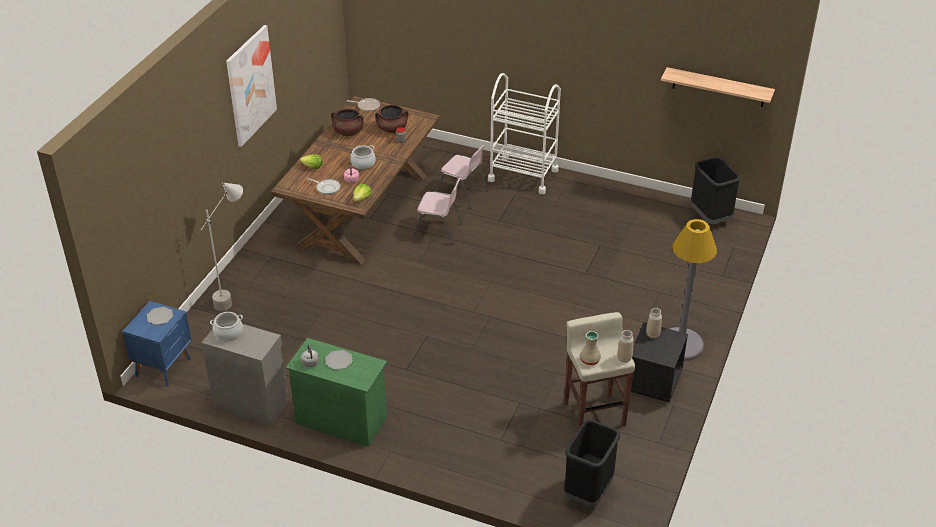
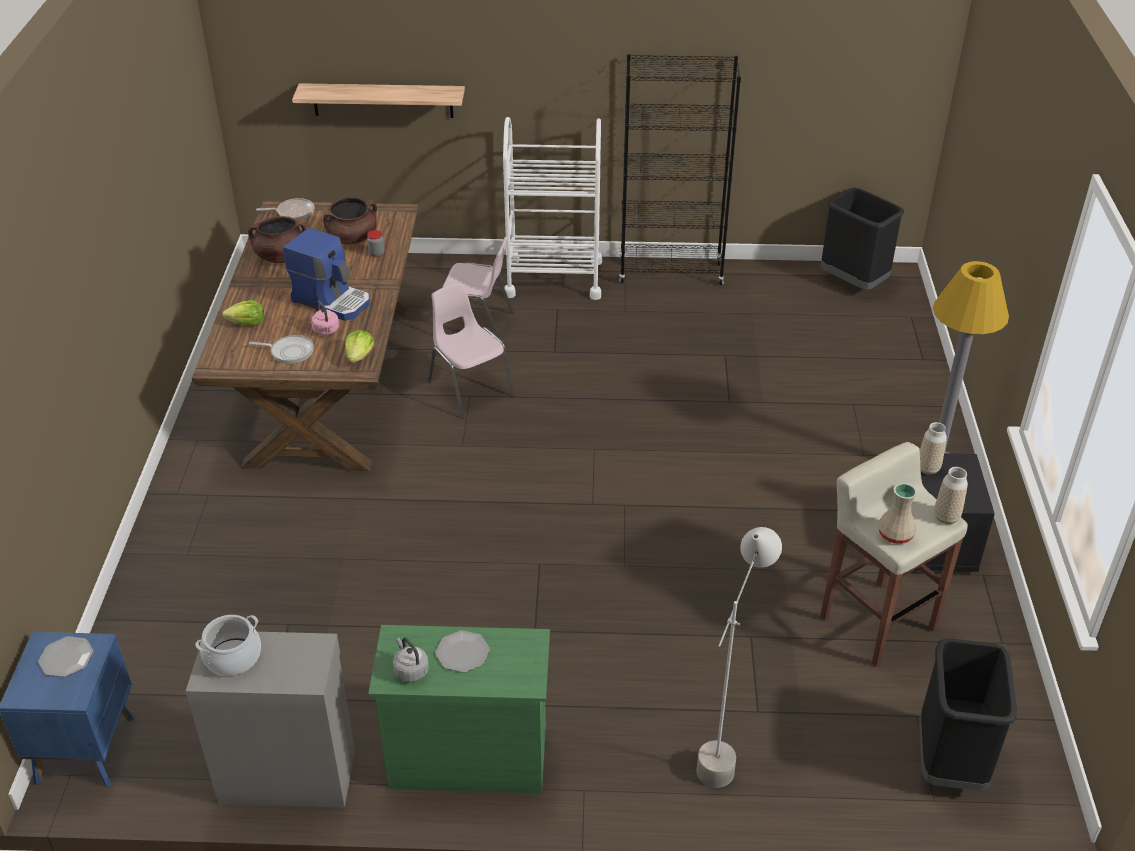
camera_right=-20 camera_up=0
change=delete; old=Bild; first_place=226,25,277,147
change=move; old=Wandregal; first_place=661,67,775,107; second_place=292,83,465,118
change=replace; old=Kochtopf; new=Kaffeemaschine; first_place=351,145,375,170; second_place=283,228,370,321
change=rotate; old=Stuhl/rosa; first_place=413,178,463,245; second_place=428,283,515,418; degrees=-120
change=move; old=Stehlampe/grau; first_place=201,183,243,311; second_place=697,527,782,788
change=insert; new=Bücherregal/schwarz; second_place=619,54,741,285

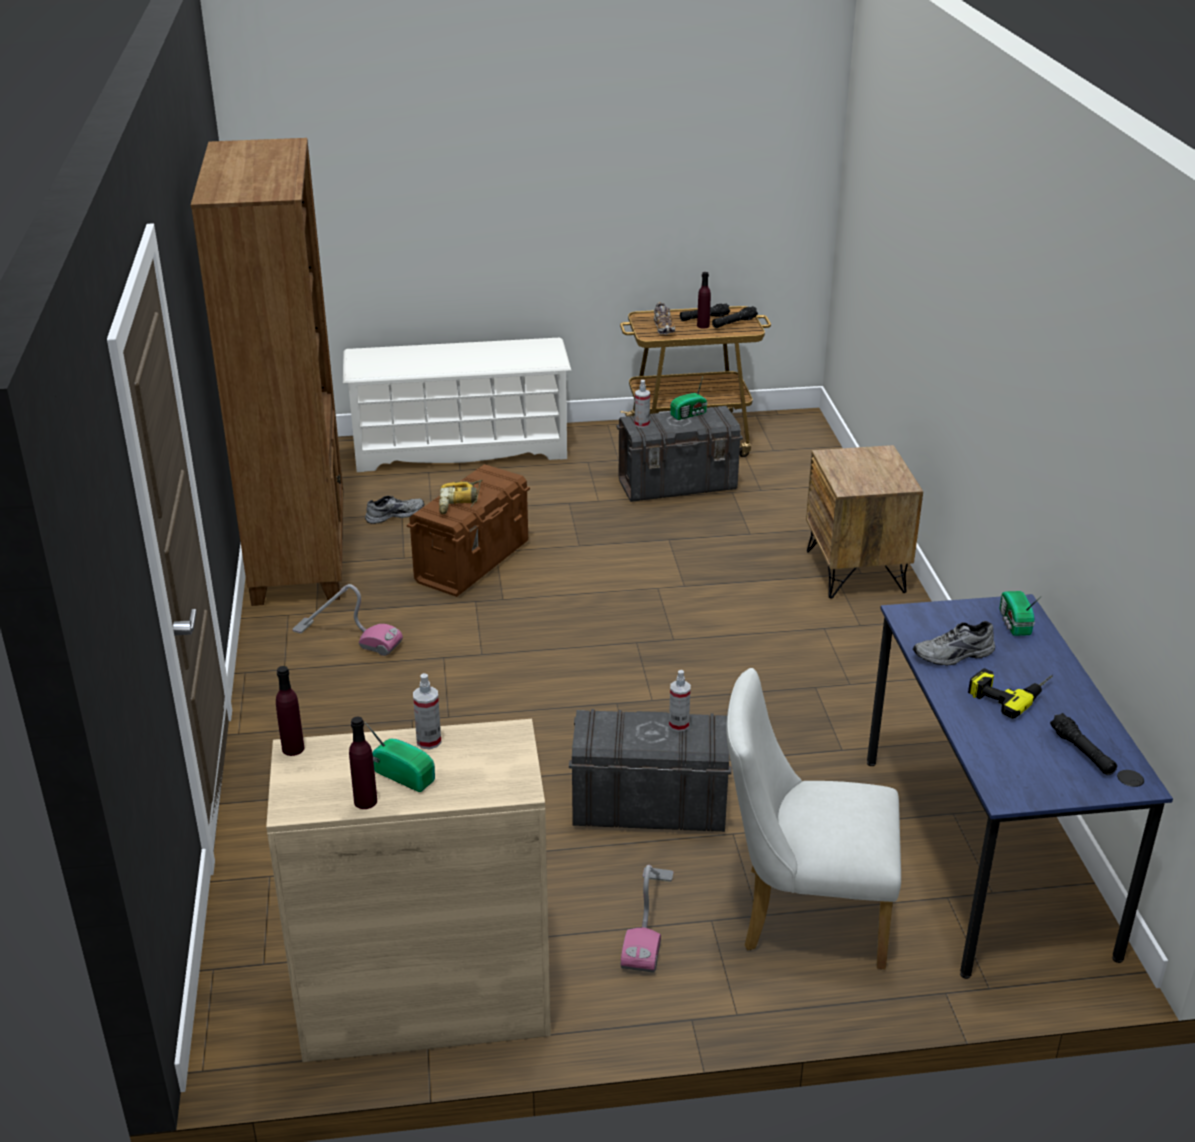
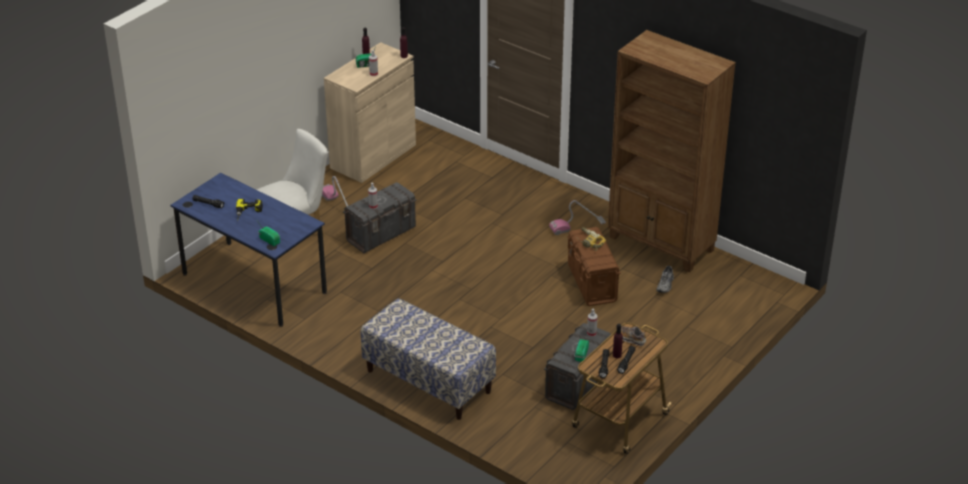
camera_right=135 camera_up=5
change=delete; old=Schuhregal/weiß; first_place=343,338,571,472
change=replace; old=Nachttisch/braun; new=Bank; first_place=806,445,923,599; second_place=361,298,496,420
change=delete; old=Schuh/grau; first_place=913,621,995,666

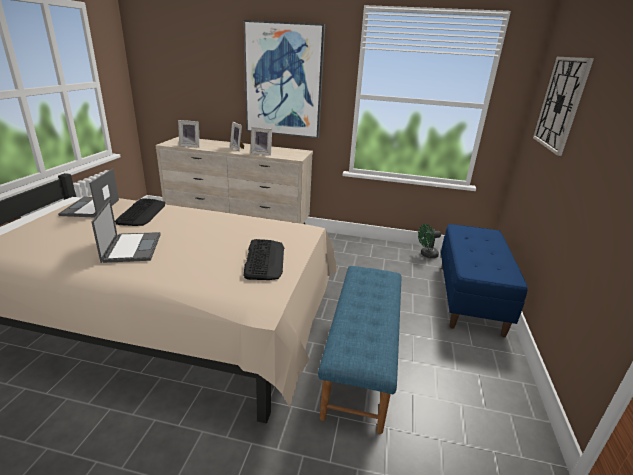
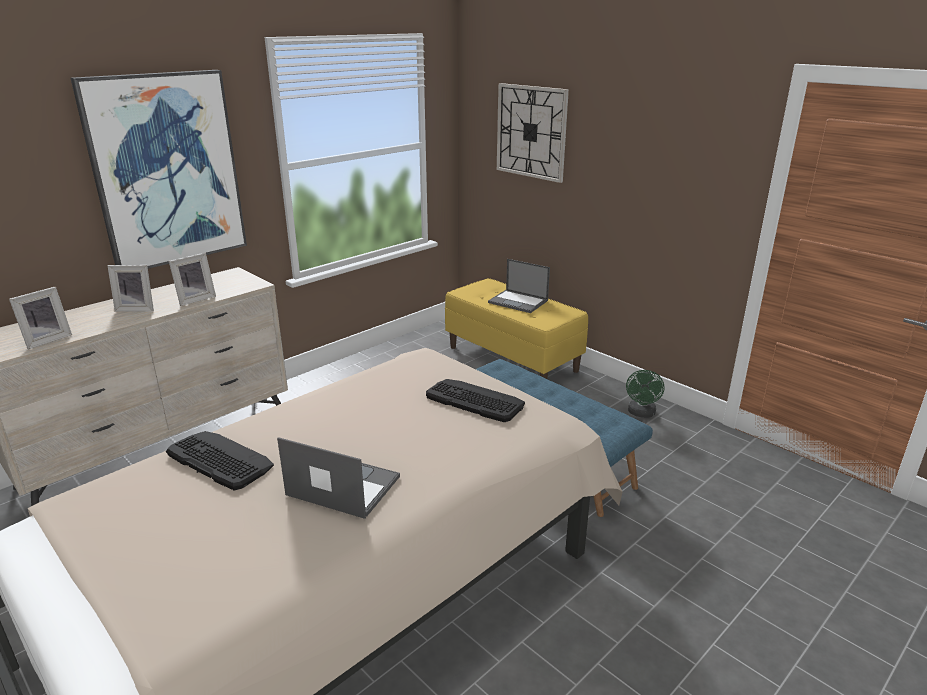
camera_right=-55 camera_up=0
change=move; old=Laptop; first_place=58,168,119,218; second_place=488,259,550,313
change=move; old=Ventilator/grün; first_place=418,224,441,258; second_place=626,370,665,418
change=recolor; old=Bank/blau; new=Bank/gelb; first_place=441,224,528,337; second_place=445,278,588,379

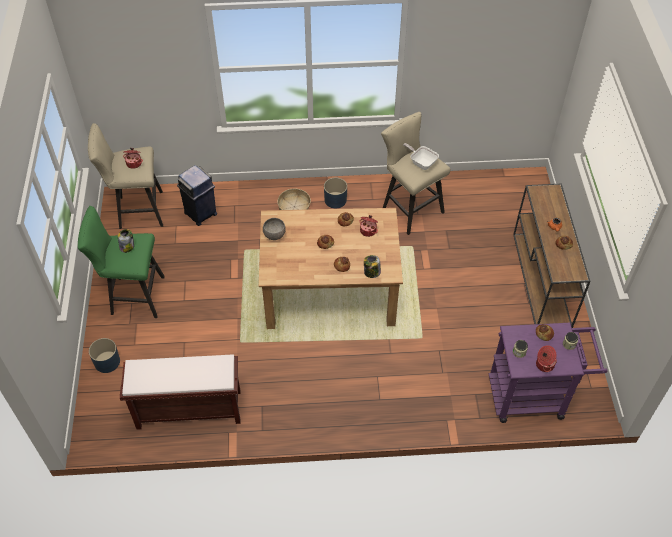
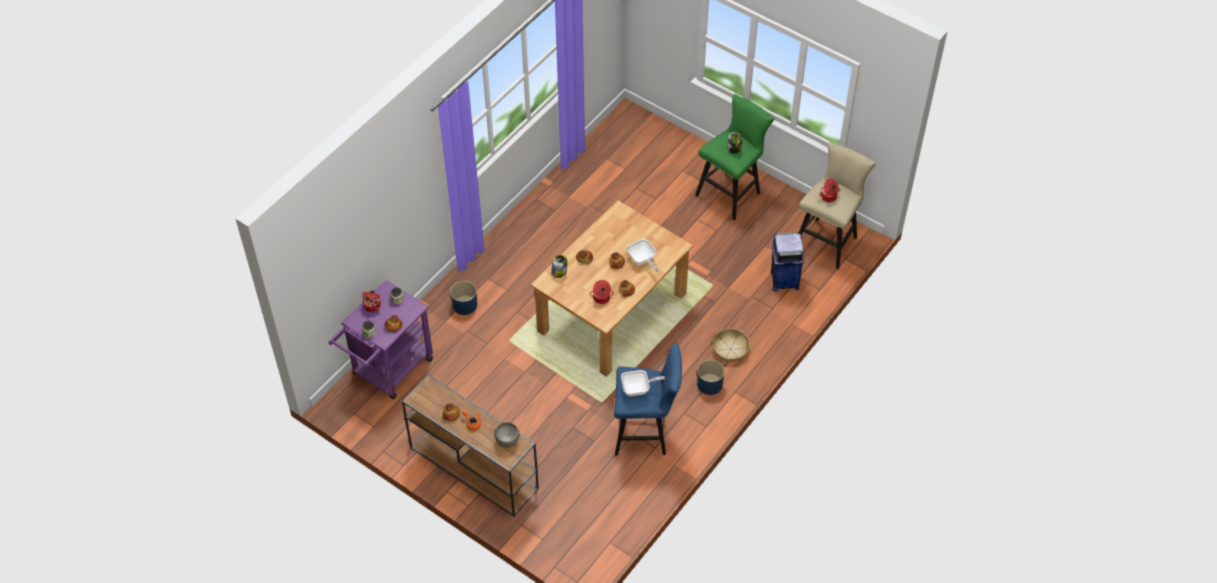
camera_right=130 camera_up=0
change=recolor; old=Hocker/beige; new=Hocker/blau; first_place=381,112,450,235; second_place=614,343,682,456
change=move; old=Schüssel/grau; first_place=263,218,286,240; second_place=494,422,519,447
change=move; old=Pflanzkübel/blau; first_place=89,338,120,373; second_place=450,281,478,315
change=delete; old=Bank/braun; first_place=120,355,241,430
change=insert; new=Pfanne; second_place=626,239,659,272

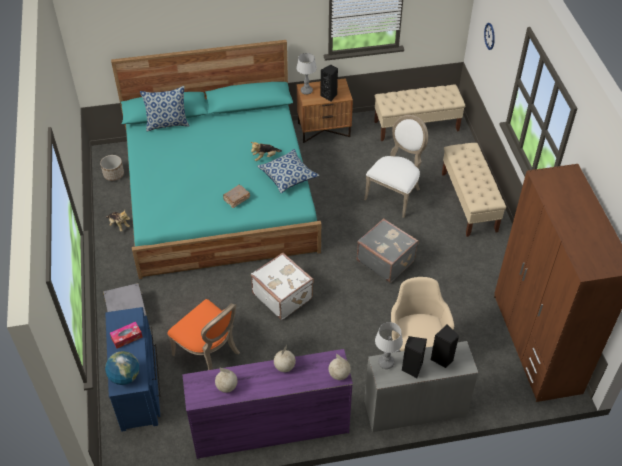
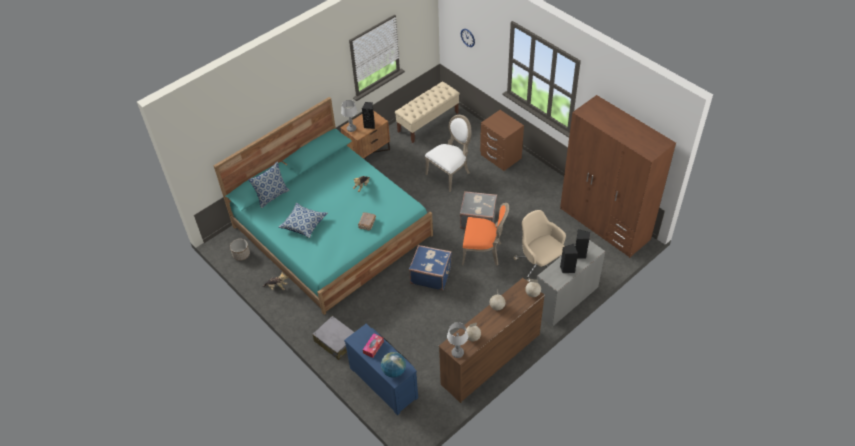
camera_right=-30 camera_up=0
change=rotate; old=Stuhl/weiß; first_place=364,115,428,218; second_place=425,115,472,192; degrees=45
change=replace; old=Bank/beige; new=Nachttisch/braun; first_place=442,143,506,237; second_place=480,110,524,171
change=move; old=Kissen; first_place=257,149,319,194; second_place=278,203,328,238
change=recolor; old=Koffer/weiß; new=Koffer/blau; first_place=251,253,314,320; second_place=409,245,452,290
change=move; old=Stuhl/orange; first_place=168,299,240,370; second_place=462,203,509,266
change=move; old=Tischlampe; first_place=375,322,403,369; second_place=447,322,468,358
change=recolor; old=Kommode/lila; new=Kommode/braun; first_place=182,349,353,459; second_place=439,278,545,403

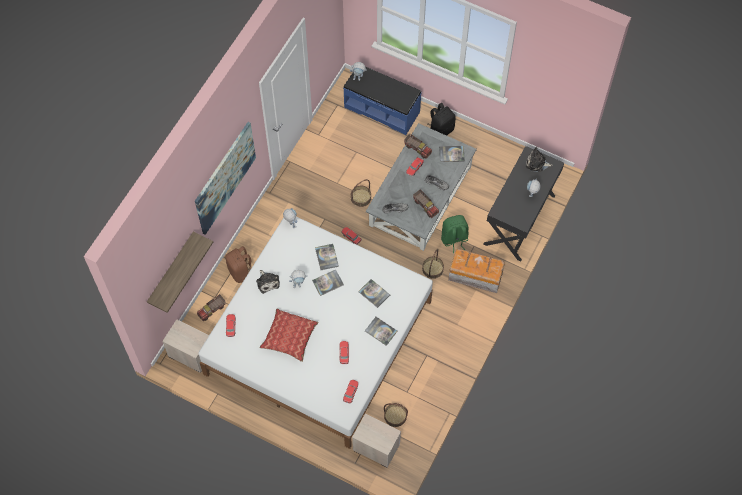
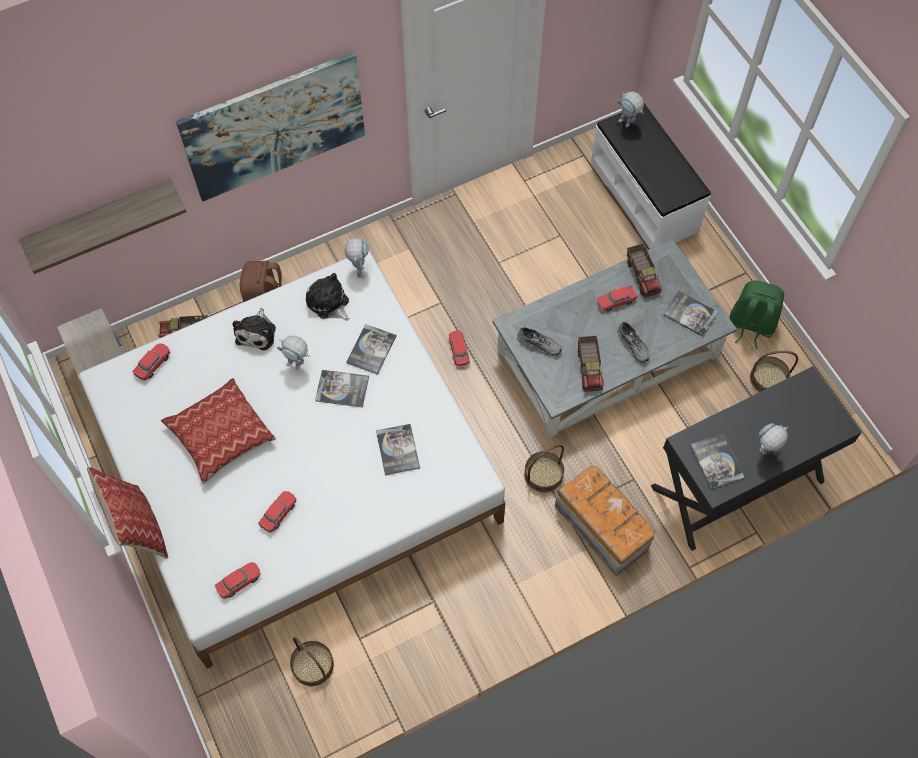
camera_right=35 camera_up=0
change=recolor; old=Bank/blau; new=Bank/weiß; first_place=343,66,421,135; second_place=591,103,711,249
change=delete; old=Rucksack/schwarz; first_place=427,103,456,136
change=move; old=Plüschtier; first_place=526,147,553,172; second_place=306,273,349,321
change=move; old=Korb; first_place=351,179,371,207; second_place=750,351,798,392
change=move; old=Rucksack/grün; first_place=441,215,469,253; second_place=729,281,784,349
change=move; old=Buch; first_place=365,317,398,346; second_place=690,433,745,490
change=delete; old=Nachttisch; first_place=352,414,401,468
change=insert; new=Kissen; second_place=87,467,168,559

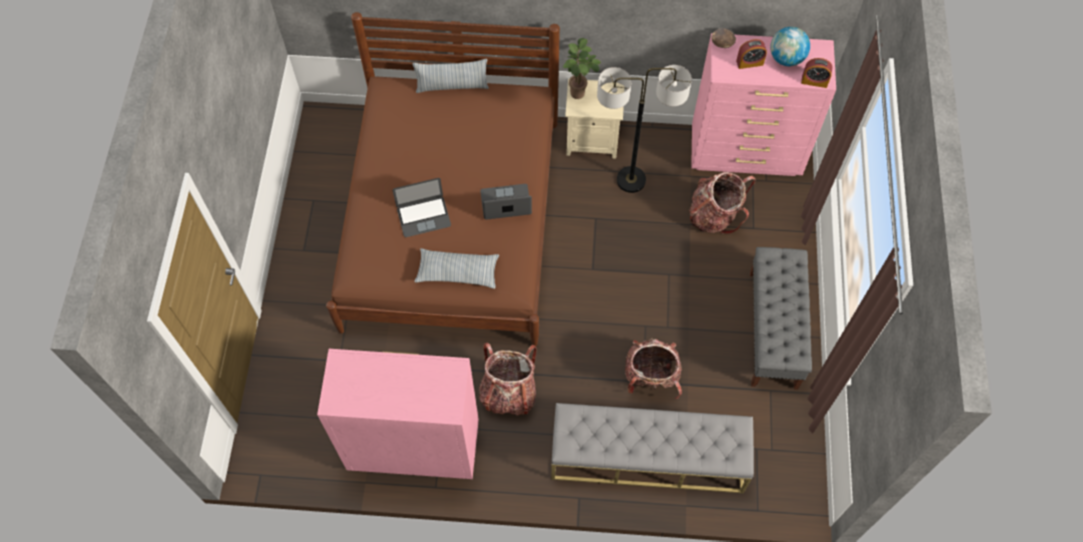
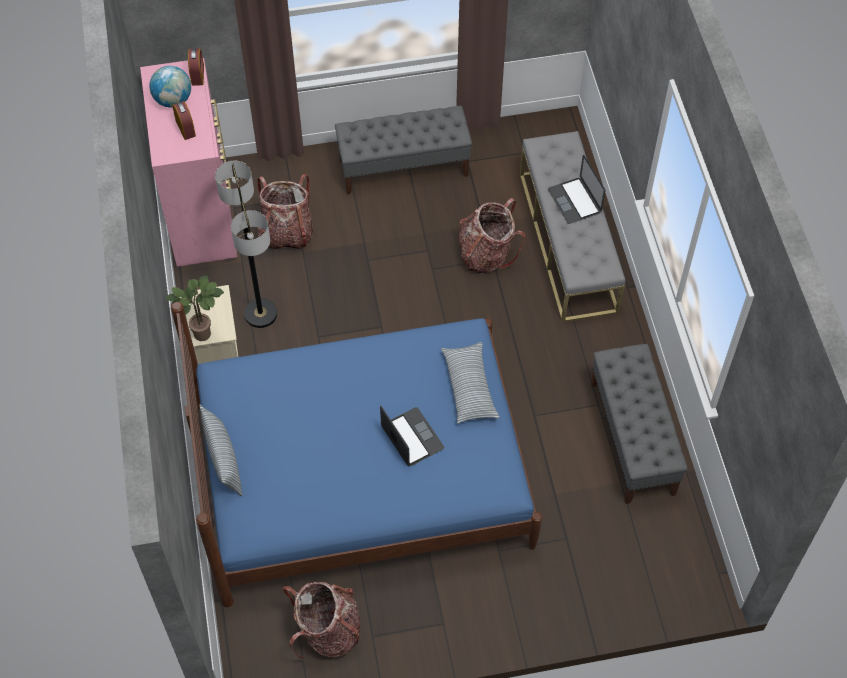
camera_right=-105 camera_up=-5
change=recolor; old=Bett/braun; new=Bett/blau; first_place=326,12,560,346; second_place=171,302,542,607
change=delete; old=Schüssel/braun; first_place=711,28,736,48
change=move; old=Laptop; first_place=480,184,532,220; second_place=548,155,605,224
change=move; old=Rucksack; first_place=479,342,537,416; second_place=283,582,361,660
change=replace; old=Kommode/rosa; new=Bank/grau; first_place=317,349,479,479; second_place=591,344,688,504

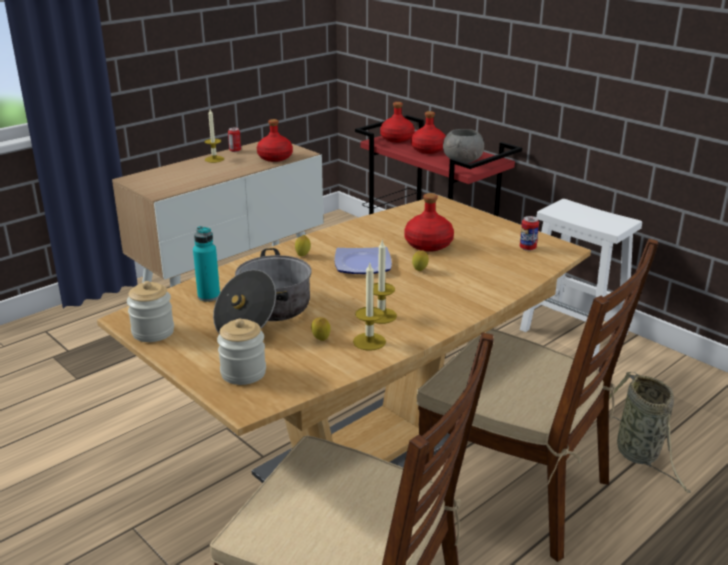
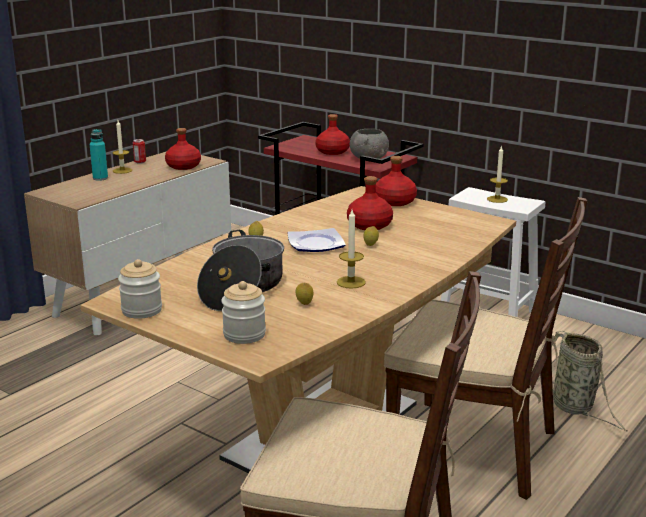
camera_right=-10 camera_up=-5
change=move; old=Flasche/rot; first_place=380,102,415,143; second_place=375,156,417,206
change=delete; old=Dose; first_place=520,216,539,251
change=move; old=Flasche/türkis; first_place=193,226,220,302; second_place=90,129,108,181
change=move; old=Kerze; first_place=353,263,386,351; second_place=487,145,508,203

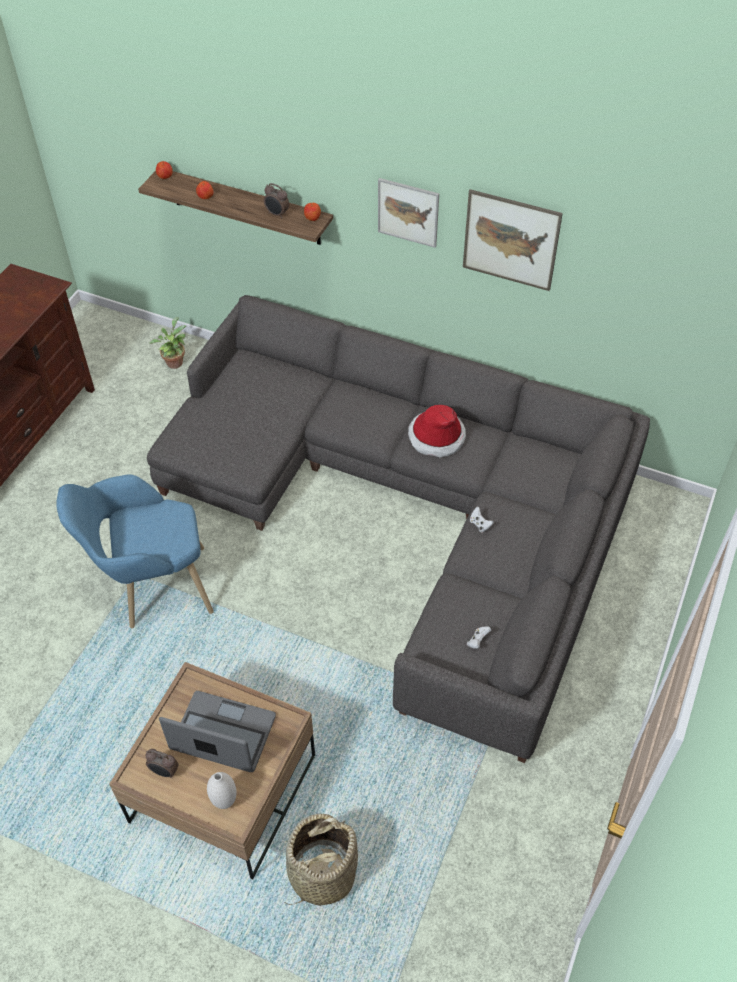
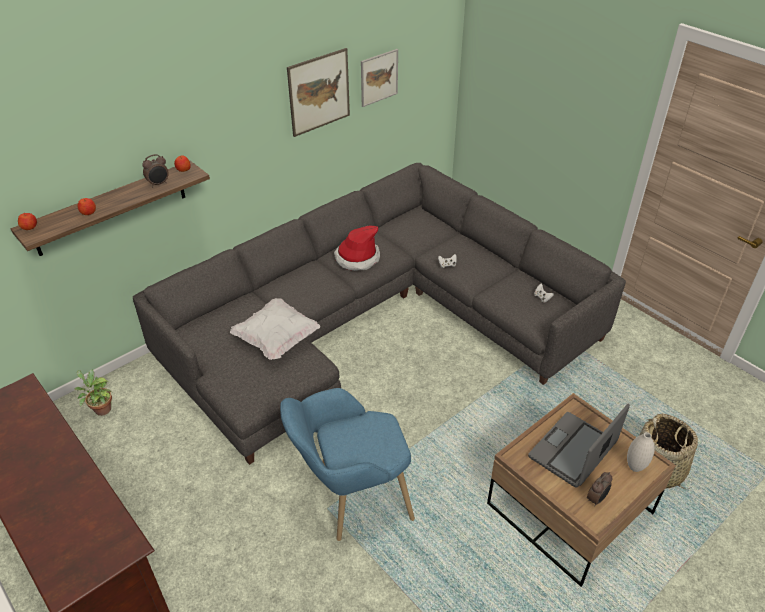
camera_right=-65 camera_up=-10
change=move; old=Bild; first_place=378,178,439,248; second_place=361,49,398,107
change=rotate; old=Sessel/blau; first_place=56,475,214,628; second_place=280,388,415,541; degrees=60
change=insert; new=Kissen/weiß; second_place=230,298,320,360

